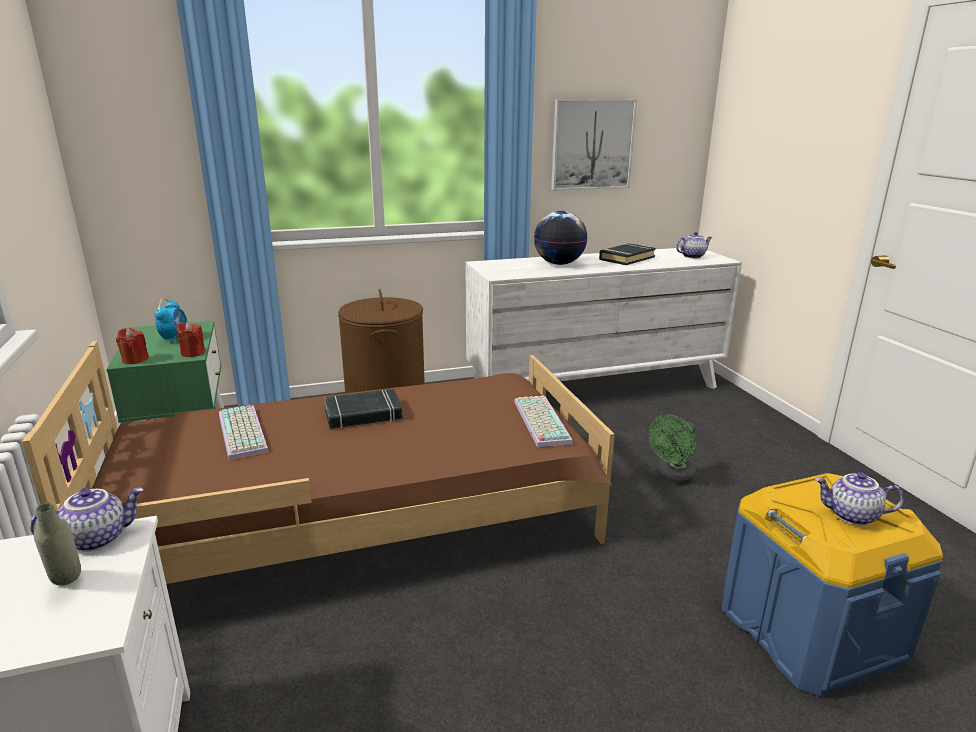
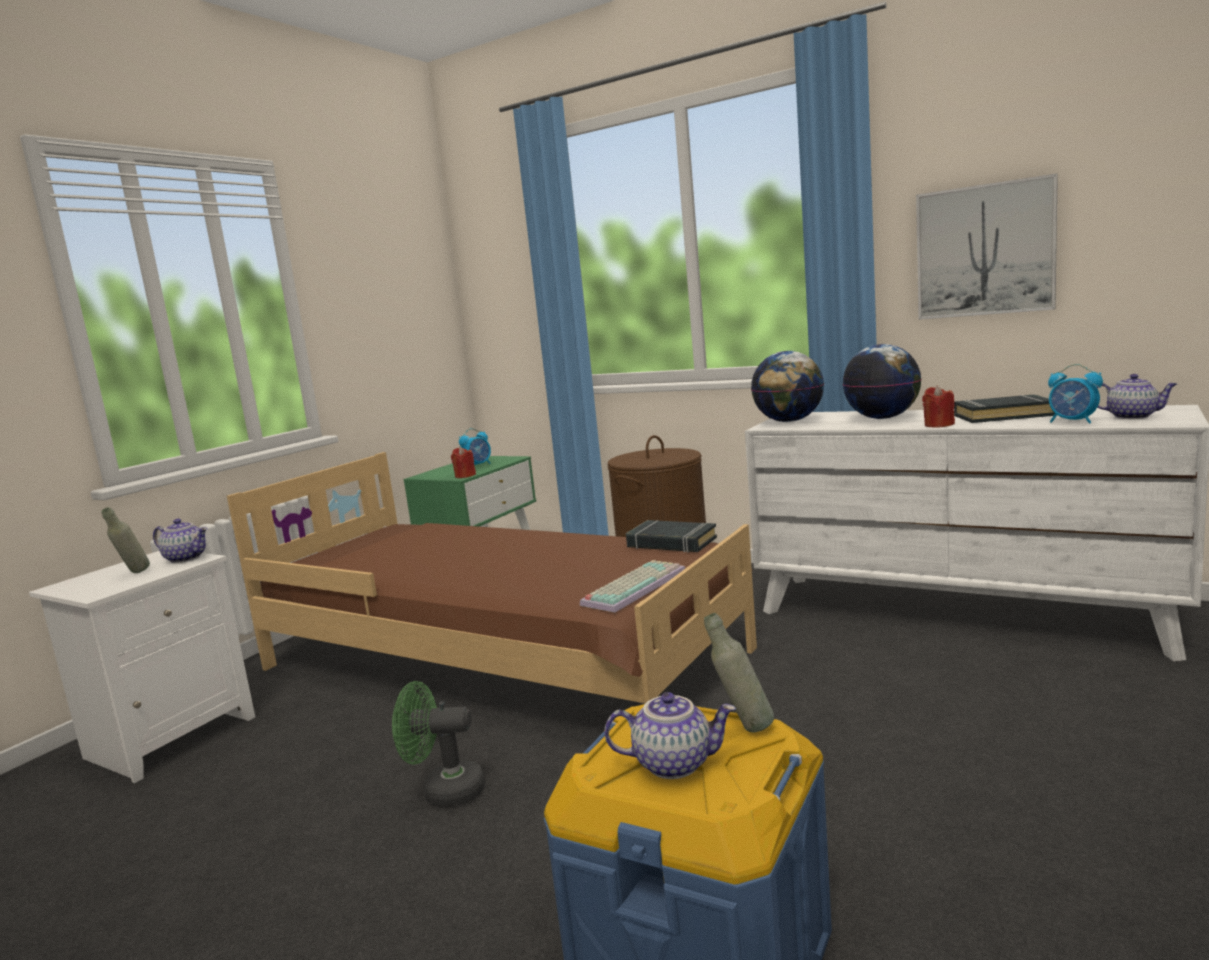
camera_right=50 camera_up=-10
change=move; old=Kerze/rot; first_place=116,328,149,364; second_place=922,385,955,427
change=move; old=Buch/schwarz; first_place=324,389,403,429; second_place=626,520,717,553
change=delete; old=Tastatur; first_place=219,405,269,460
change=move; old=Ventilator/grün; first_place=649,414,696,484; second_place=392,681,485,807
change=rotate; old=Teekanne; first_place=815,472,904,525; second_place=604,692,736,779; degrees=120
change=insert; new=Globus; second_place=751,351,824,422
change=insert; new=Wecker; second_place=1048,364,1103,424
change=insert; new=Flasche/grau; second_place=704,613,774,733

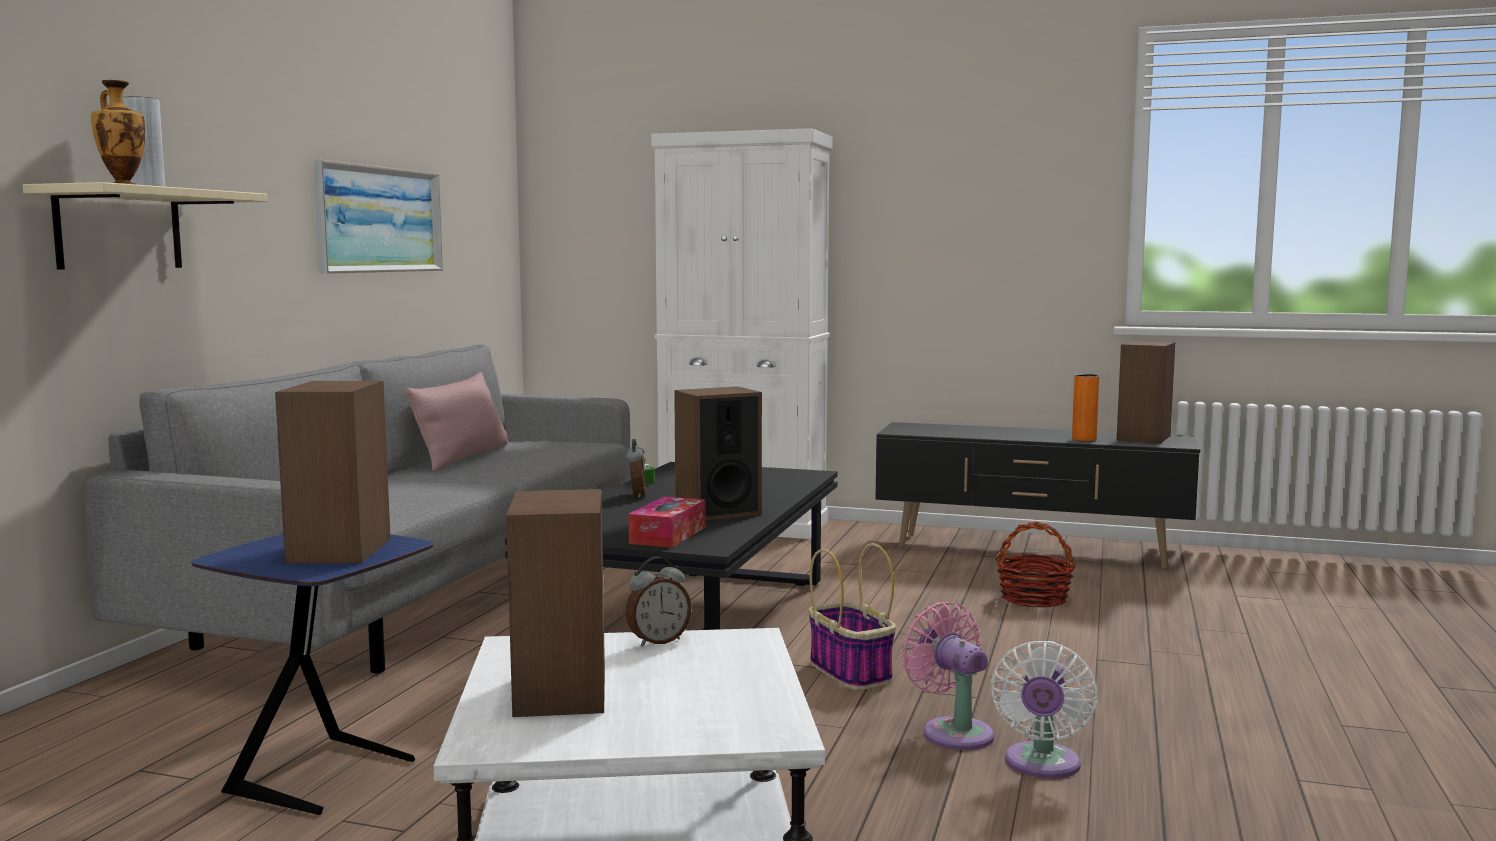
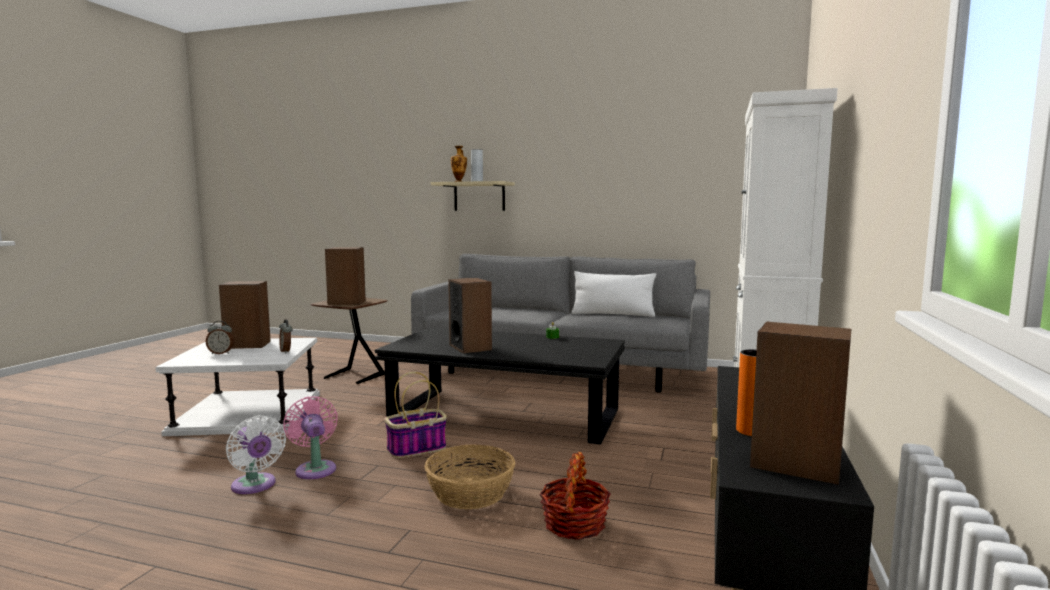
camera_right=90 camera_up=0
change=delete; old=Bild; first_place=313,160,443,274
change=recolor; old=Kissen/rosa; new=Kissen/weiß; first_place=405,372,508,471; second_place=572,271,656,317
change=move; old=Wecker; first_place=626,439,646,498; second_place=206,321,234,354
change=delete; old=Taschentuchbox; first_place=628,496,705,548
change=recolor; old=Beistelltisch/blau; new=Beistelltisch/braun; first_place=191,534,433,815; second_place=311,298,387,384
change=rotate; old=Ventilator/rosa; first_place=901,602,994,750; second_place=283,396,338,479; degrees=-90
change=rotate; old=Ventilator/weiß; first_place=991,641,1097,779; second_place=226,415,286,494; degrees=-150
change=insert; new=Korb; second_place=425,444,515,509

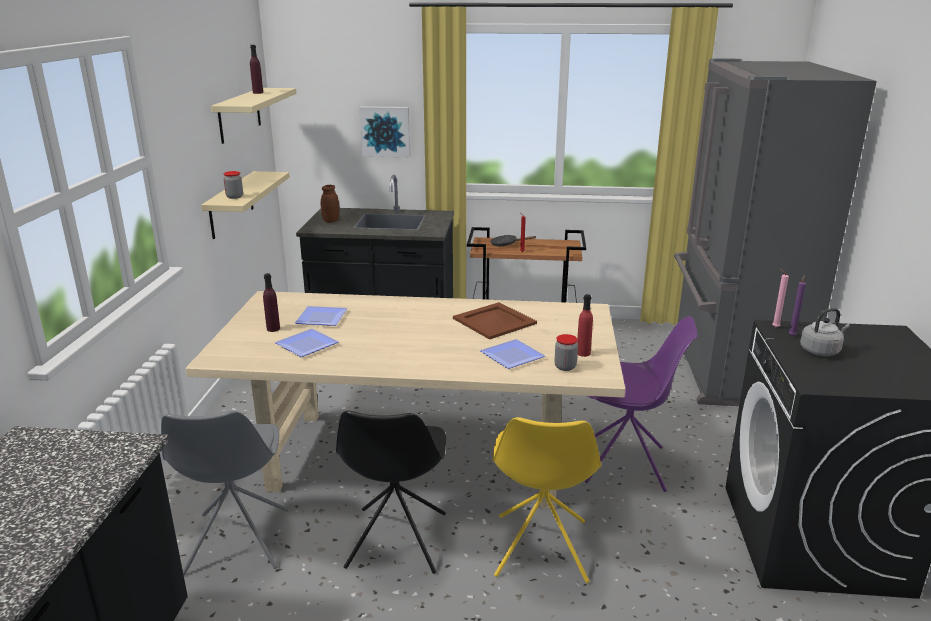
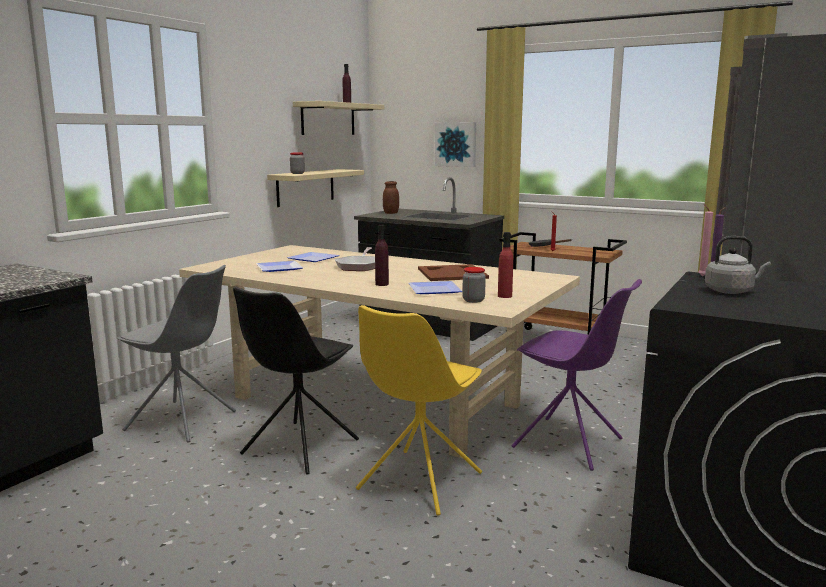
camera_right=25 camera_up=-10
change=move; old=Flasche/lila; first_place=263,273,280,332; second_place=375,225,389,286
change=rotate; old=Stuhl/grau; first_place=161,411,288,575; second_place=116,265,236,443; degrees=-90
change=insert; new=Pfanne; second_place=335,247,375,271

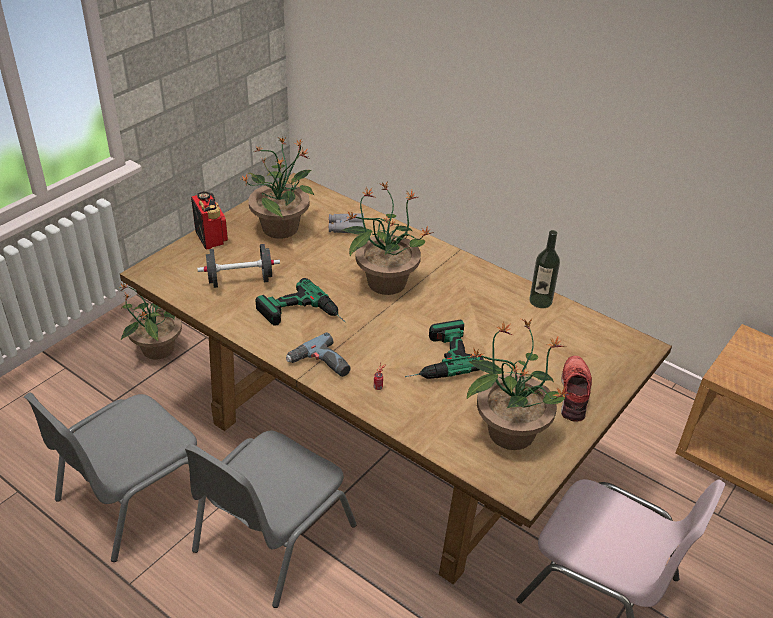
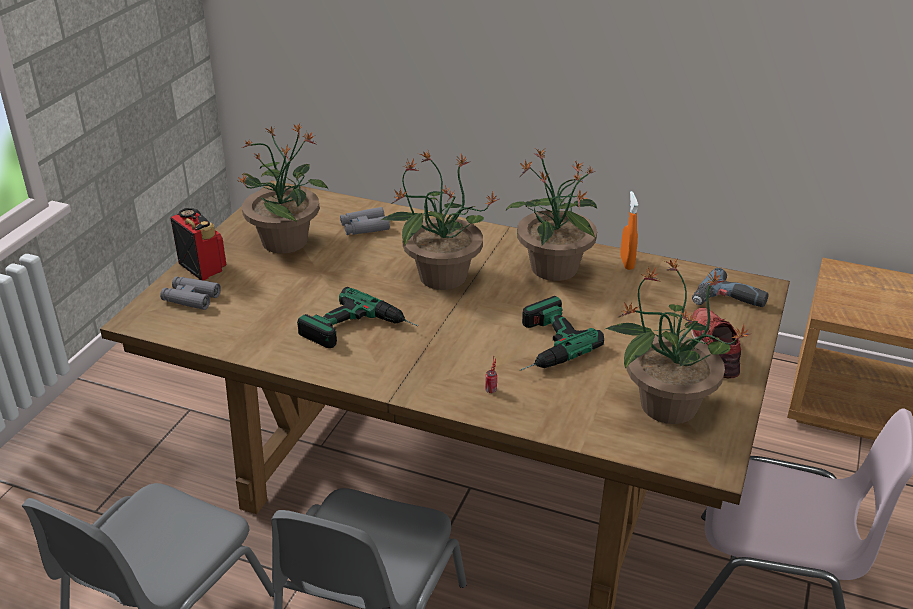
camera_right=-15 camera_up=-5
change=replace; old=Flasche; new=Sprühflasche/orange; first_place=529,230,560,308; second_place=620,191,638,270
change=delete; old=Hantel/schwarz; first_place=197,244,280,288
change=move; old=Topfpflanze; first_place=119,282,182,359; second_place=505,149,597,281
change=move; old=Bohrmaschine; first_place=286,332,351,377; second_place=692,268,769,307
change=insert; new=Fernglas/grau; second_place=160,276,221,310

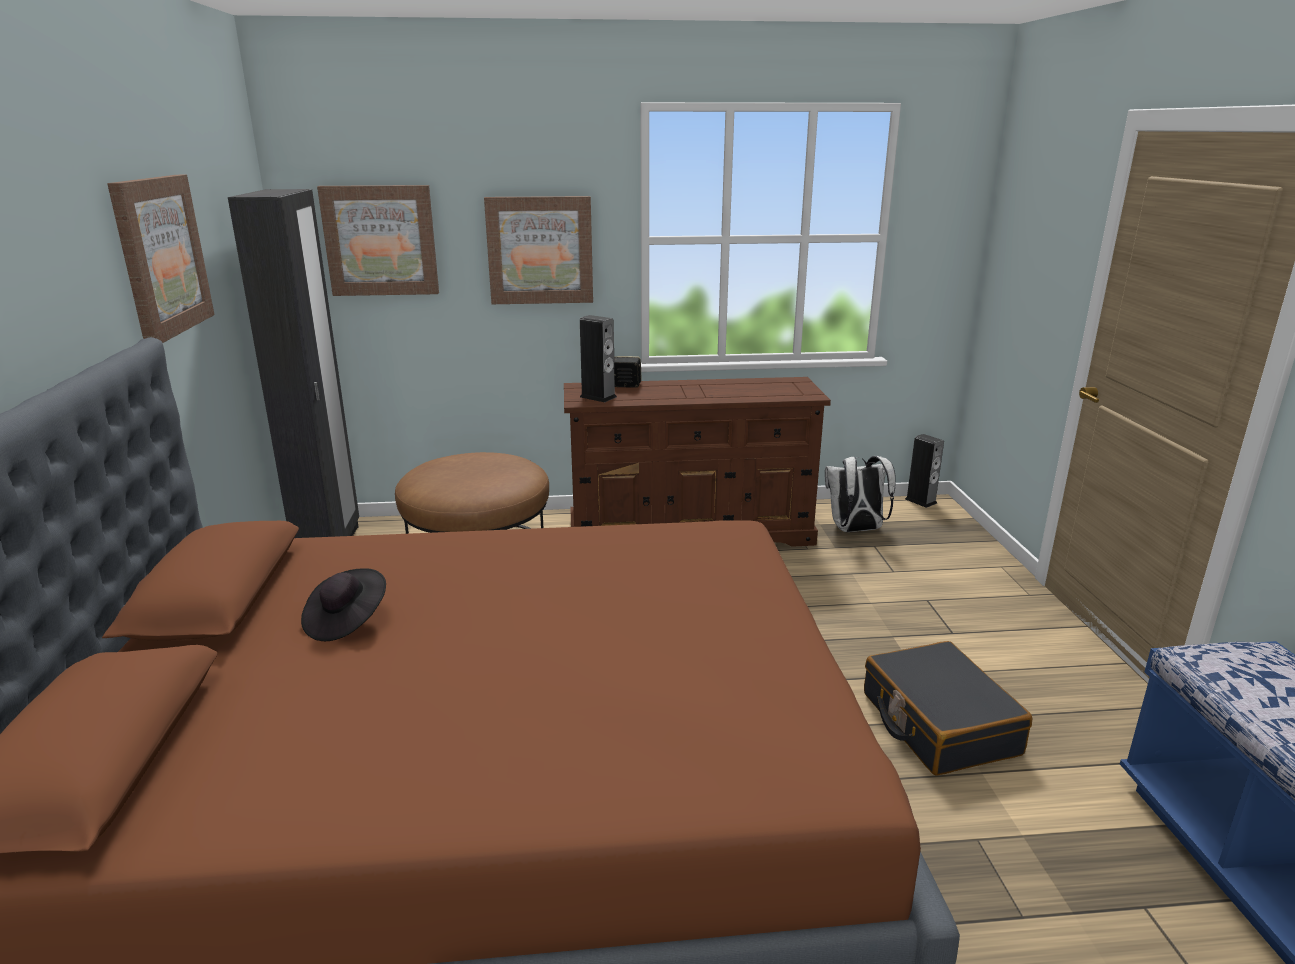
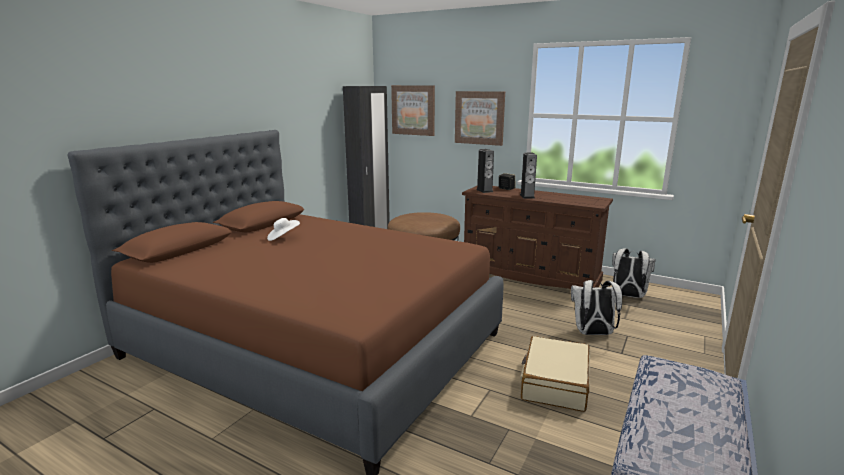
camera_right=35 camera_up=-5
change=delete; old=Bild; first_place=107,175,215,343
change=move; old=Lautsprecher; first_place=905,434,944,508; second_place=520,152,537,199
change=recolor; old=Hut/schwarz; new=Hut/weiß; first_place=301,568,386,641; second_place=267,218,300,241
change=recolor; old=Koffer/schwarz; new=Koffer/beige; first_place=864,641,1032,776; second_place=520,336,590,412
change=insert; new=Rucksack/weiß; second_place=571,280,623,335

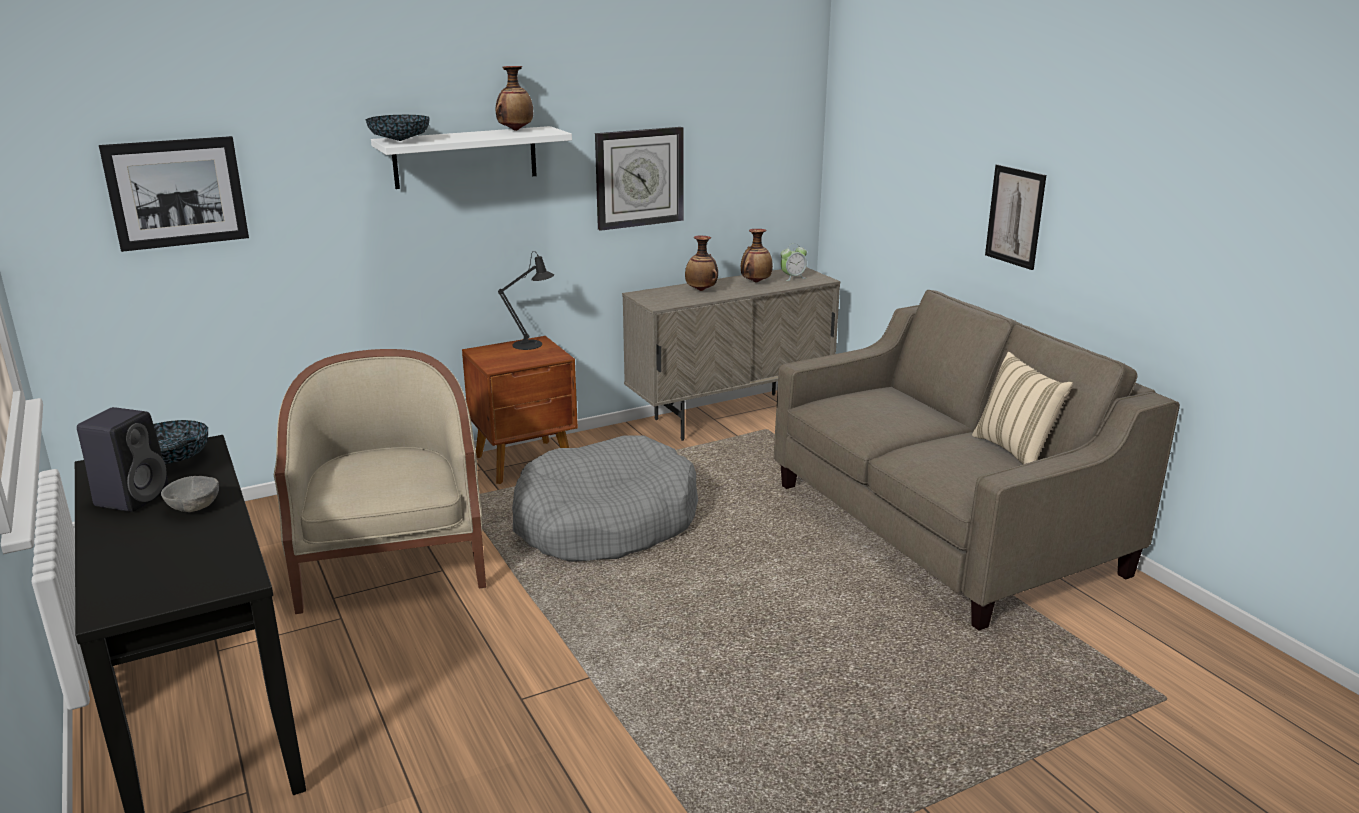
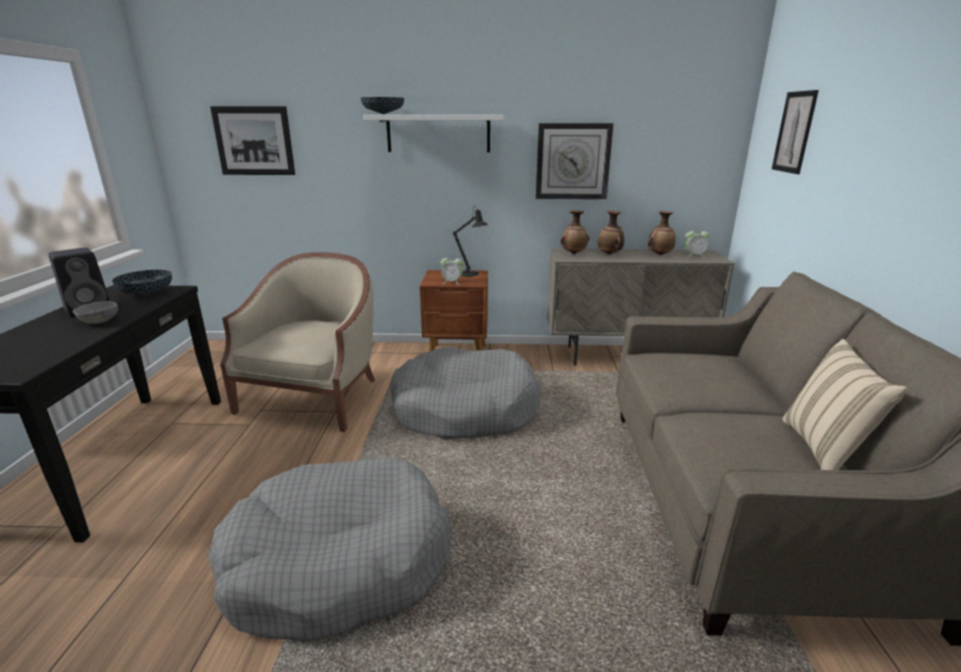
camera_right=30 camera_up=0
change=move; old=Vase; first_place=496,66,533,131; second_place=560,210,589,254
change=move; old=Bild; first_place=985,164,1046,270; second_place=772,90,819,174
change=insert; new=Wecker; second_place=441,254,464,285
change=insert; new=Hundebett/grau; second_place=208,457,451,641

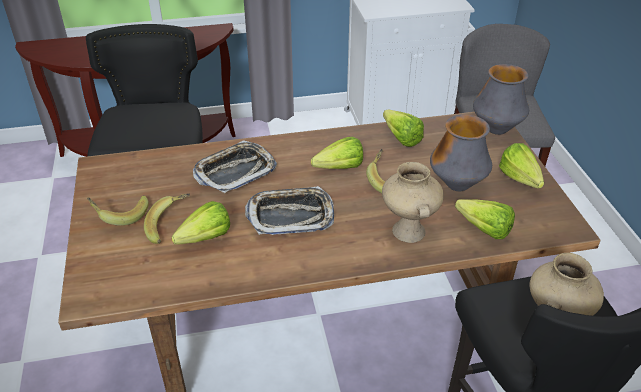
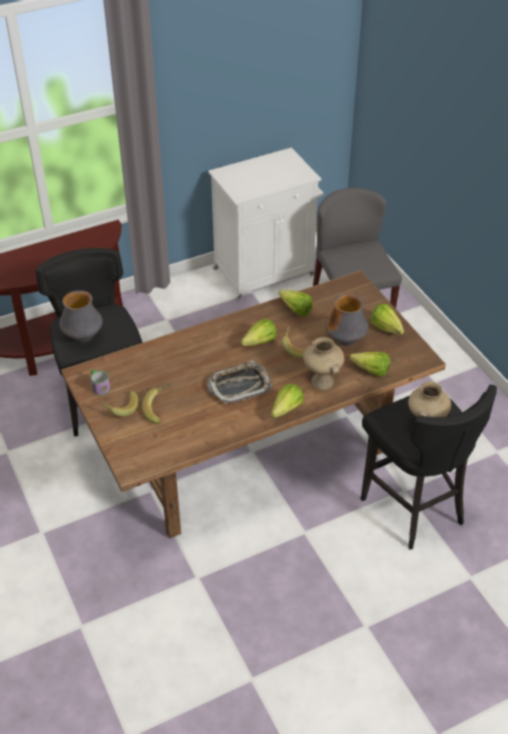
camera_right=-15 camera_up=5
change=move; old=Vase; first_place=473,64,529,135; second_place=59,290,103,342
change=delete; old=Tablett; first_place=193,140,277,193
change=move; old=Salatkopf; first_place=172,201,230,245; second_place=271,384,304,418
change=insert; new=Henkelbecher; second_place=90,369,110,395

